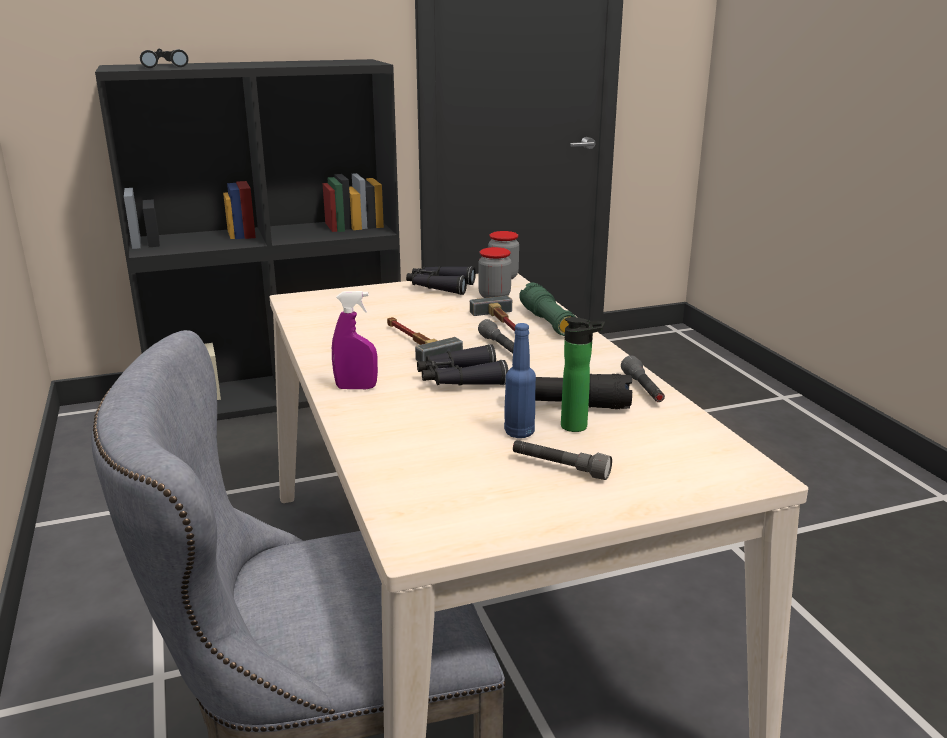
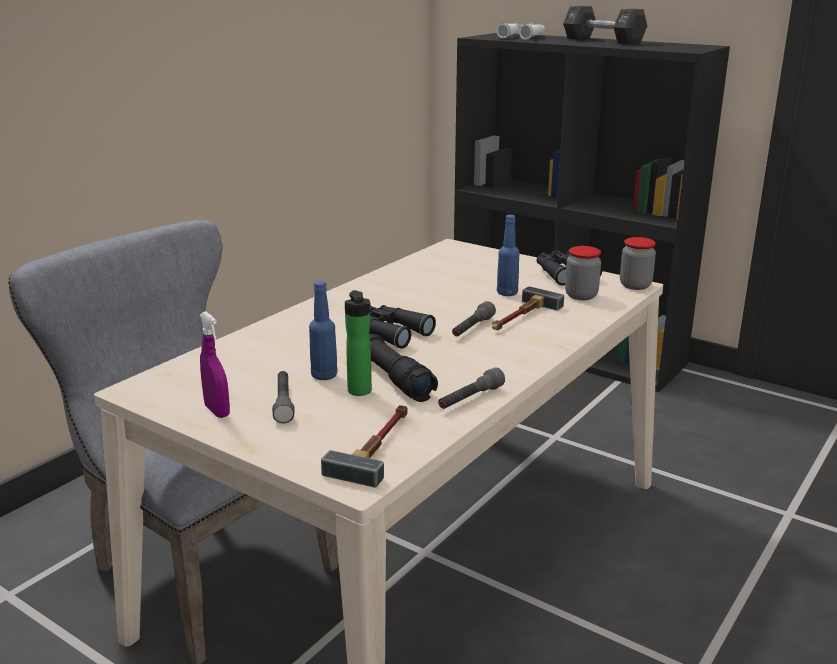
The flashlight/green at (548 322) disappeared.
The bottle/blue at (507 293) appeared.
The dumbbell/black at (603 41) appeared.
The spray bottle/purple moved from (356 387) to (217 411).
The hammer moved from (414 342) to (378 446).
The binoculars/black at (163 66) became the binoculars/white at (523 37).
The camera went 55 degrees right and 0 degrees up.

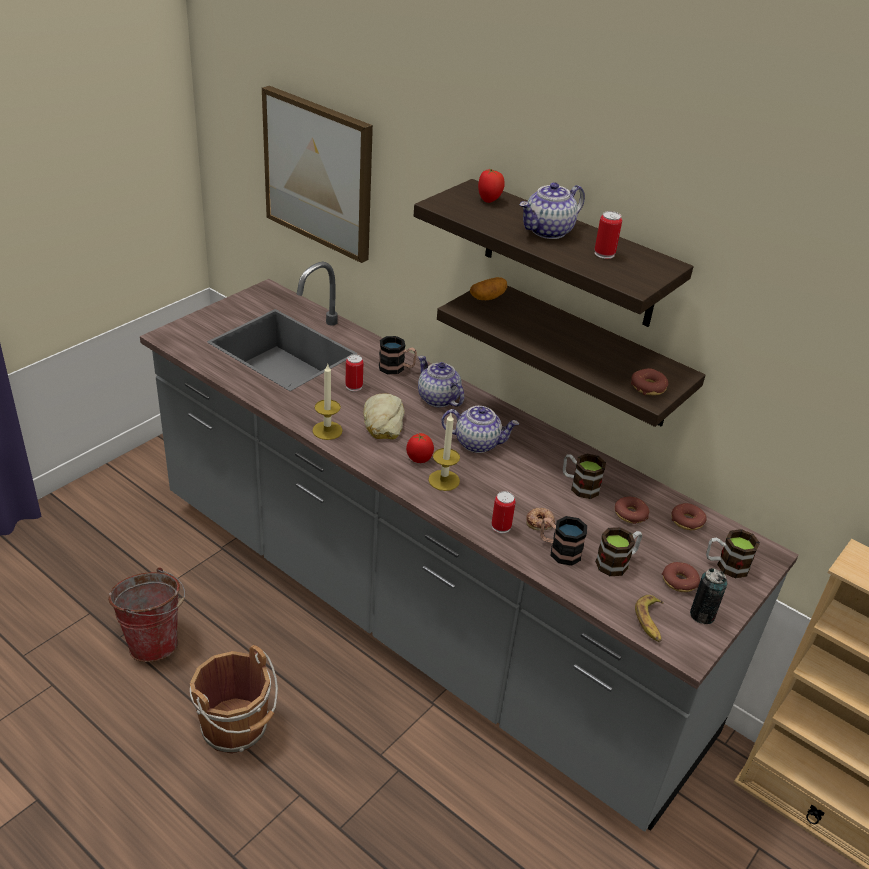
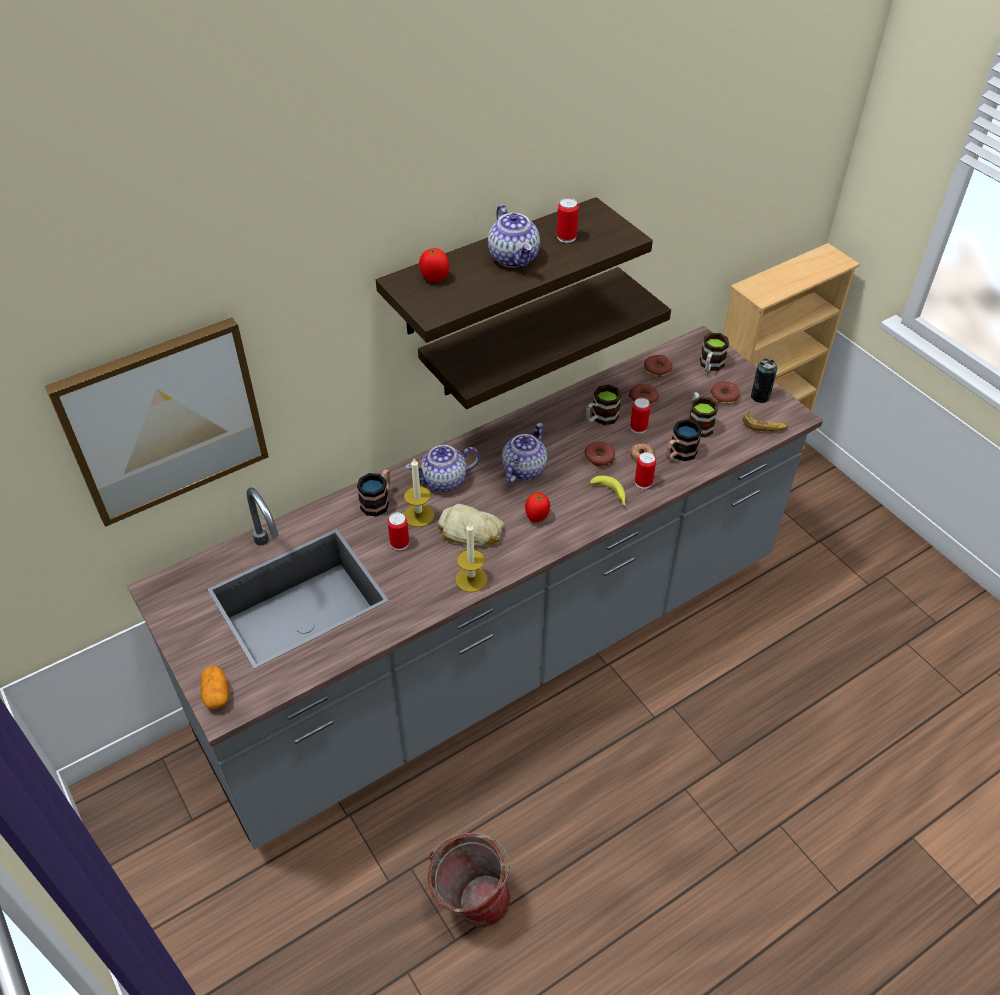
The bucket/brown at (237 728) disappeared.
The banana at (611 495) appeared.
The can at (638 428) appeared.
The candle moved from (444 480) to (419 515).
The potato moved from (487 298) to (217 694).
The donut moved from (648 387) to (599 458).
The camera went 70 degrees left and 10 degrees up.

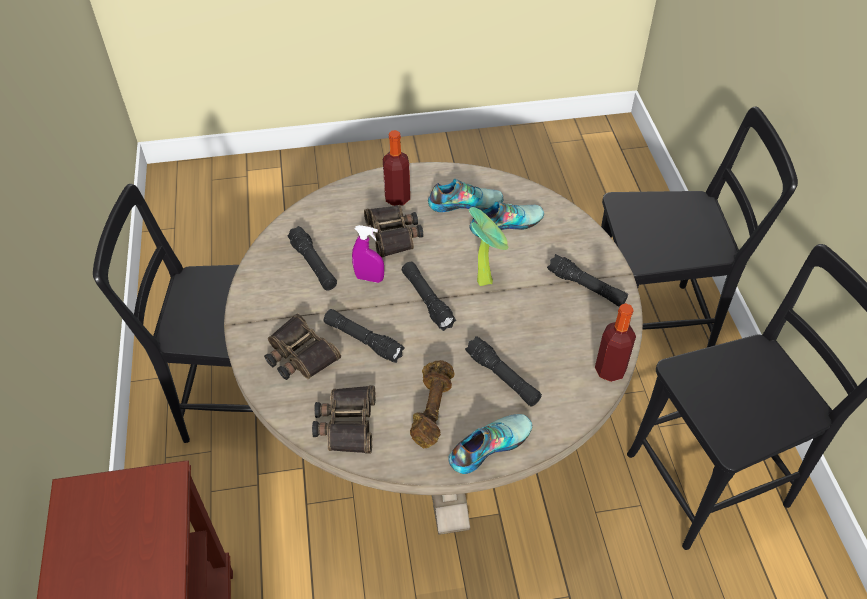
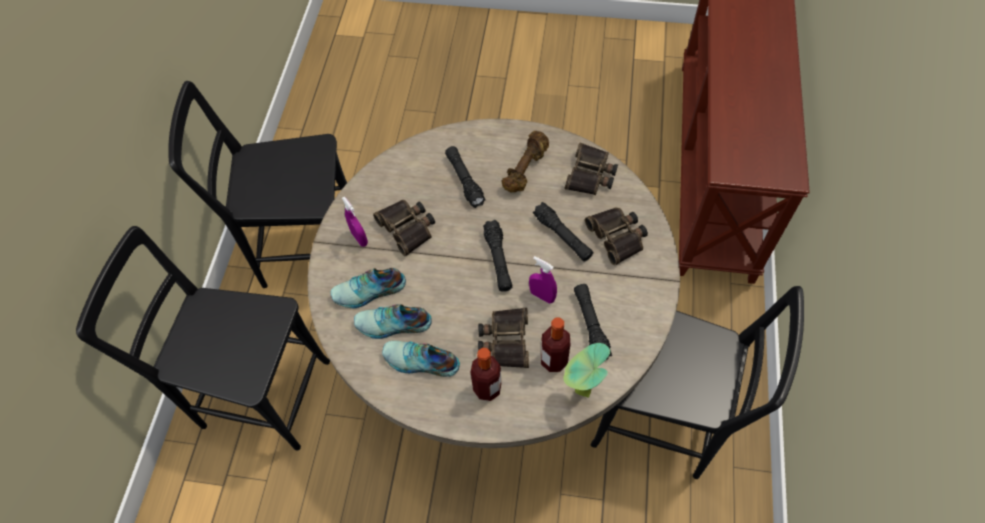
The binoculars at (408 228) appeared.
The shoe moved from (488 445) to (370 292).
The potted plant moved from (486 279) to (580 394).
The bottle moved from (610 370) to (553 360).
The flashlight/black at (586 287) was replaced by the spray bottle/purple at (359 238).
The camera went 160 degrees left and 10 degrees up.

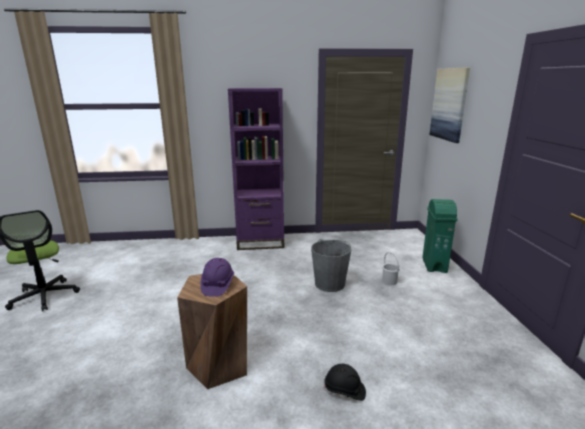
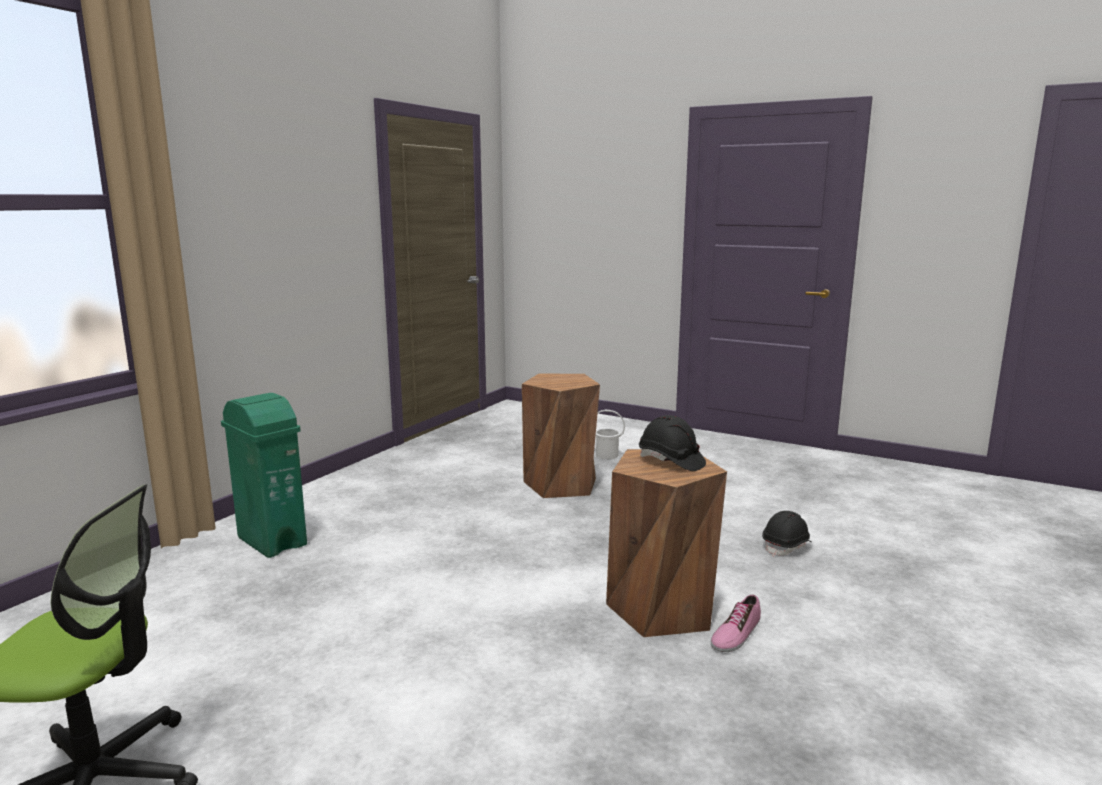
The bookcase/purple at (260 242) disappeared.
The picture at (449 104) disappeared.
The shoe at (735 633) appeared.
The trash can/green moved from (434 265) to (272 541).
The bucket/grey at (330 283) was replaced by the stool/brown at (561 484).
The hard hat/purple at (217 285) became the hard hat/black at (671 461).
The camera went 55 degrees left and 5 degrees down.

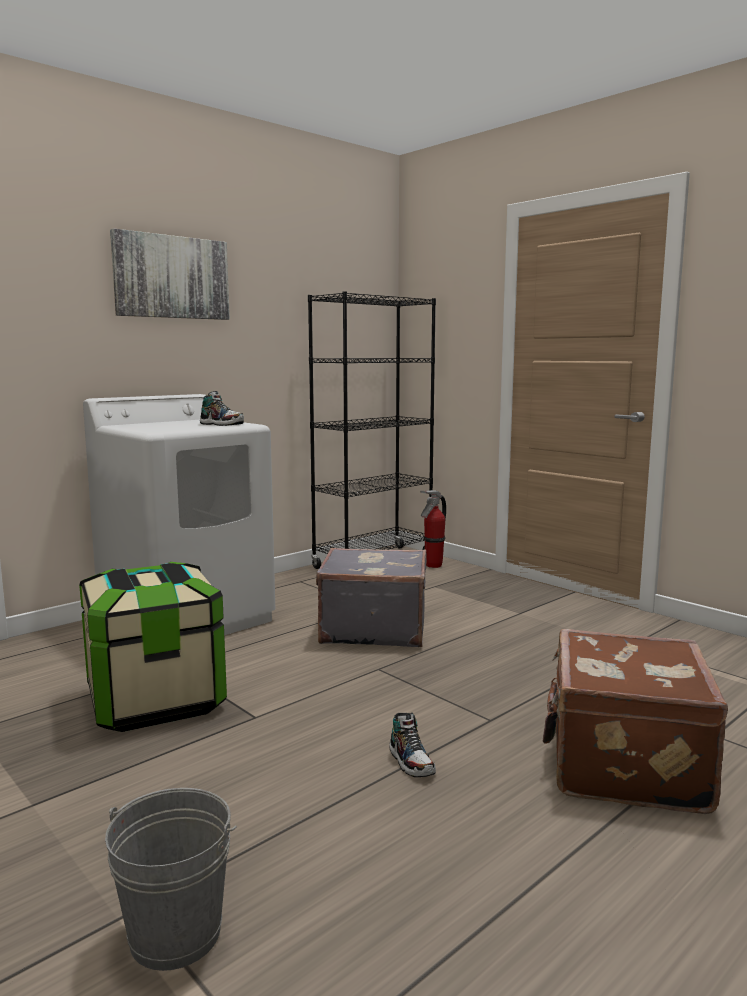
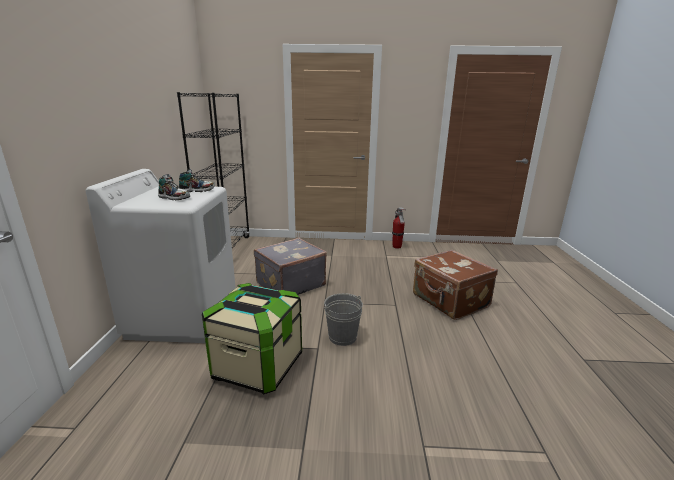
The picture at (171 277) disappeared.
The bucket/grey moved from (176 934) to (342 337).
The shoe moved from (411 762) to (174 198).
The fire extinguisher moved from (433 565) to (397 247).
The camera went 45 degrees left and 10 degrees up.

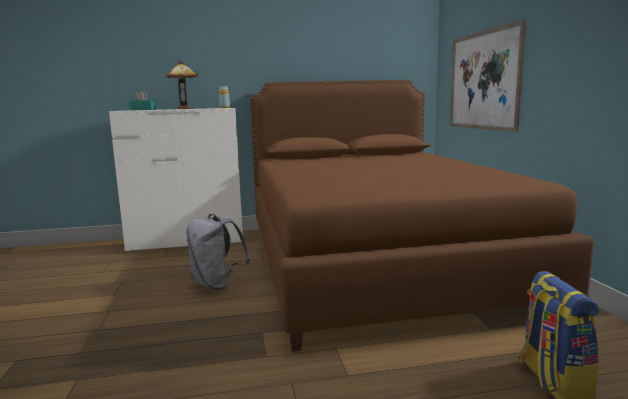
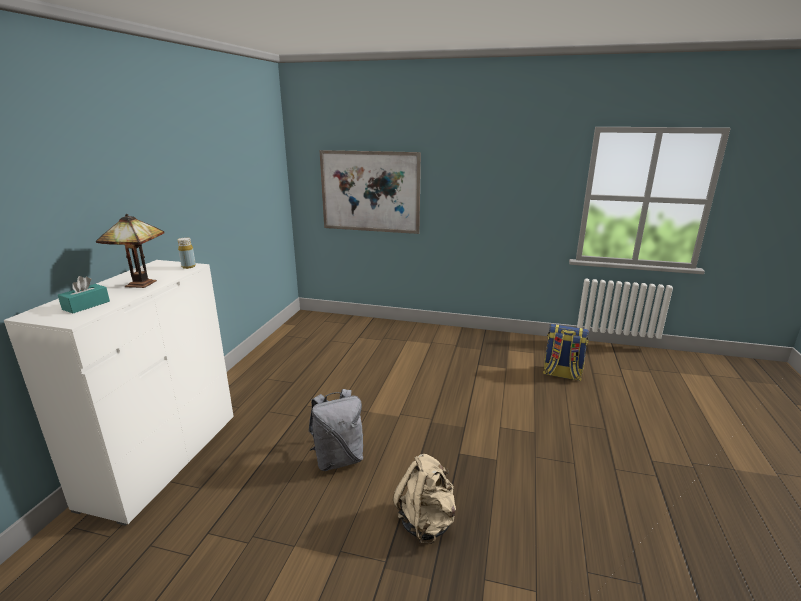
The bed/brown at (375 262) disappeared.
The backpack/beige at (426 522) appeared.
The camera went 65 degrees left and 10 degrees up.

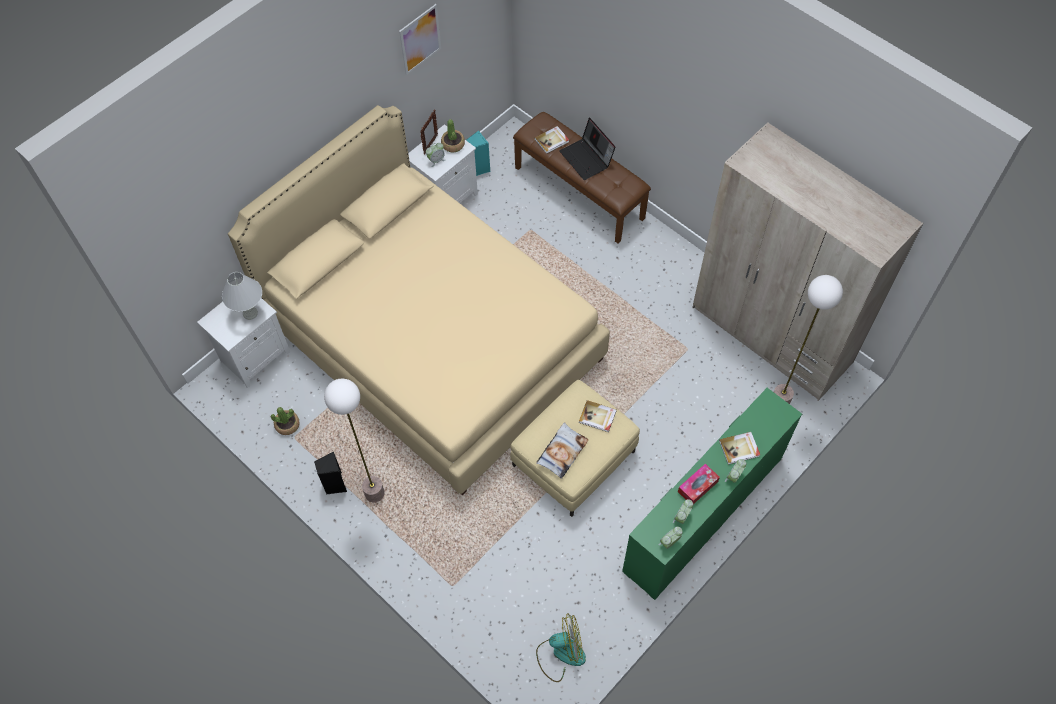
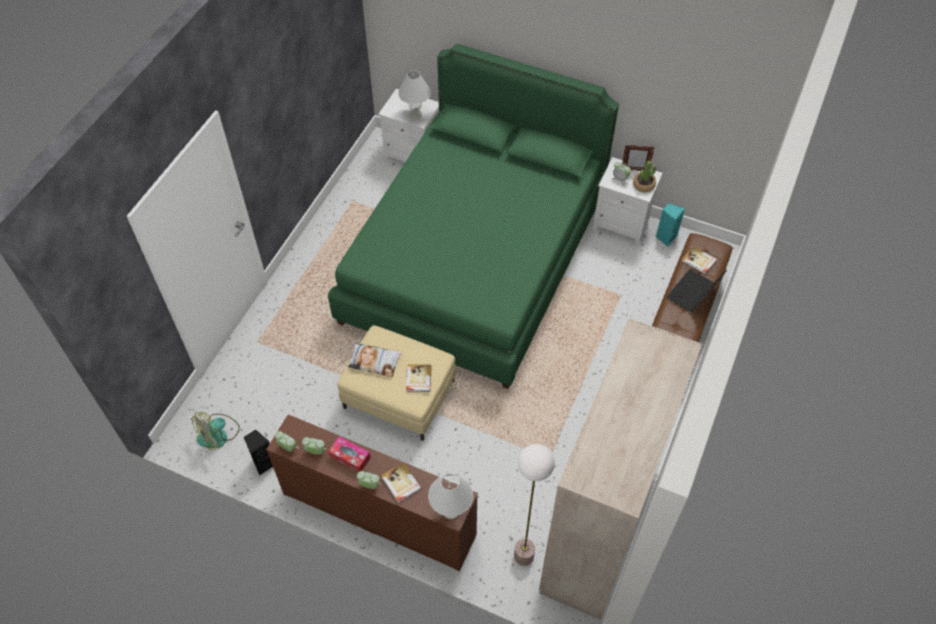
The potted plant at (287 425) disappeared.
The floor lamp at (374 493) disappeared.
The picture at (420 39) disappeared.
The table lamp/white at (450 511) appeared.
The speaker/black moved from (334 485) to (264 462).
The bed/beige at (433 341) became the bed/green at (474 260).
The dresser/green at (703 514) became the dresser/brown at (378 513).
The fan at (561 653) turned 75 degrees clockwise.
The camera went 70 degrees right and 5 degrees down.

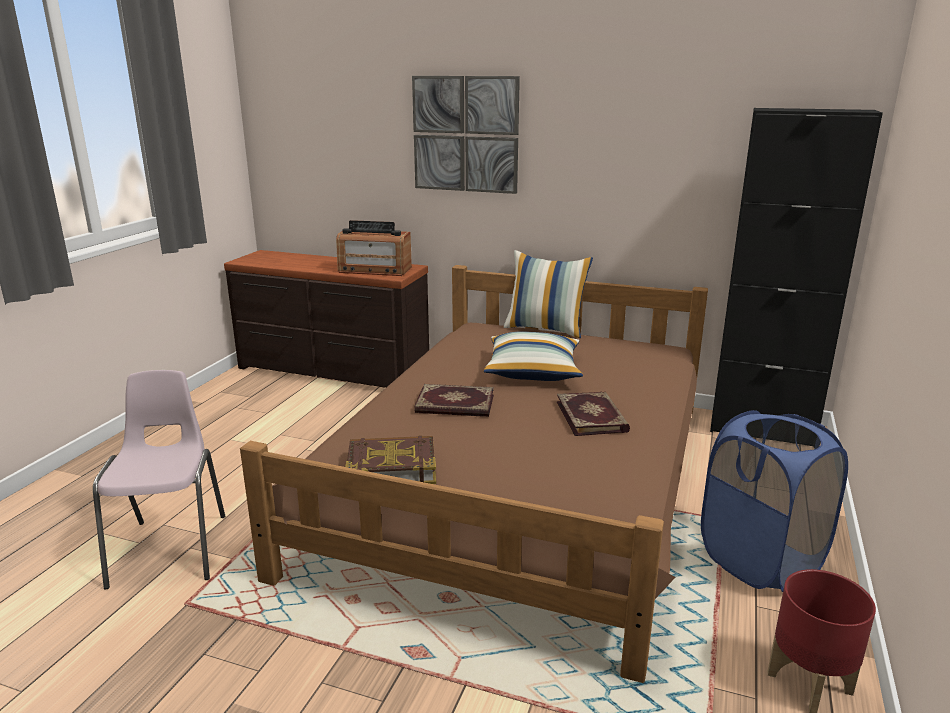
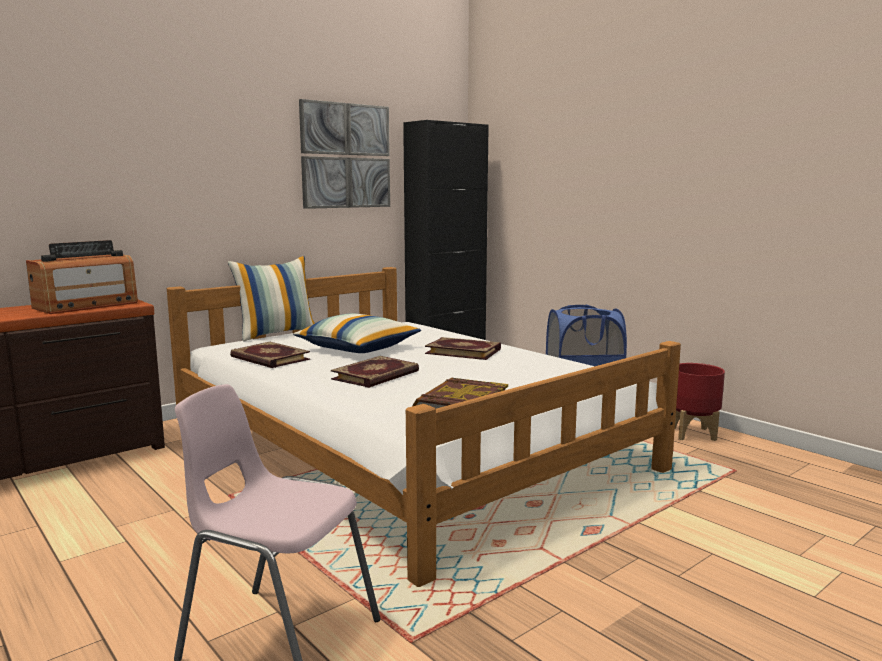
The book at (269 358) appeared.
The picture moved from (465 134) to (345 156).
The bed/brown at (519 480) became the bed/white at (403 443).
The camera went 60 degrees left and 10 degrees down.

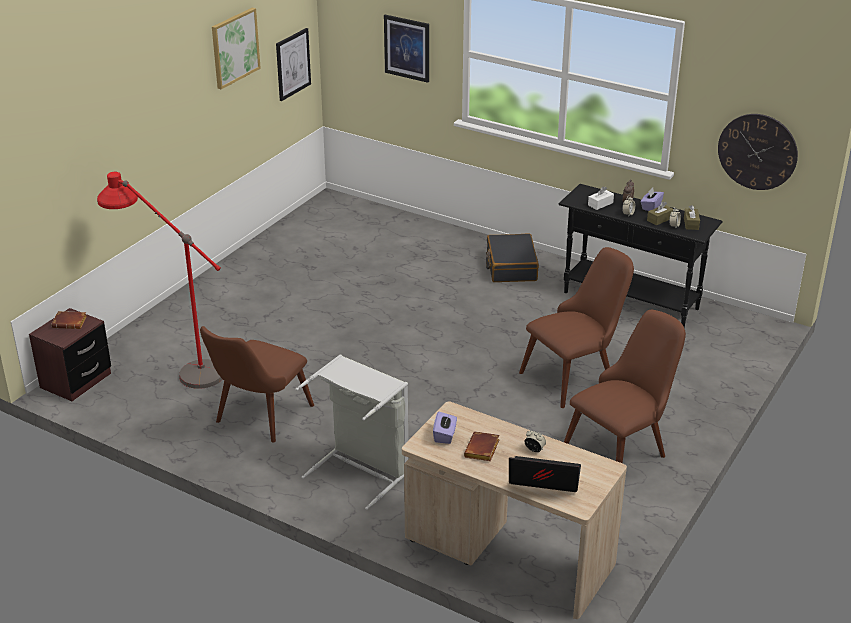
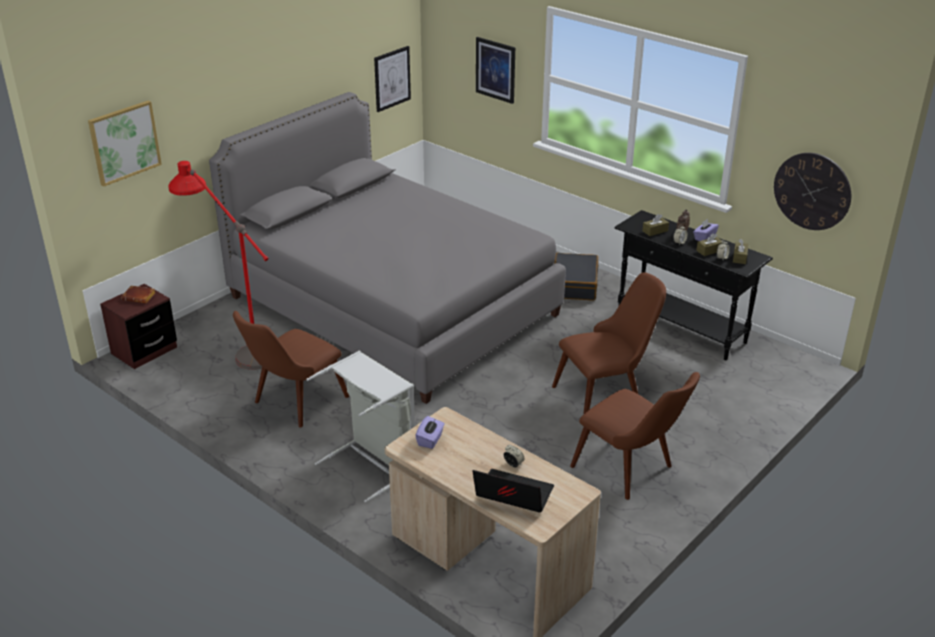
The book/brown at (482 450) disappeared.
The bed/grey at (393 306) appeared.
The picture moved from (234 47) to (124 142).
The tissue box/white at (600 204) became the tissue box/brown at (655 231).
The chair/brown at (622 448) turned 75 degrees clockwise.
The camera went 10 degrees right and 0 degrees up.

